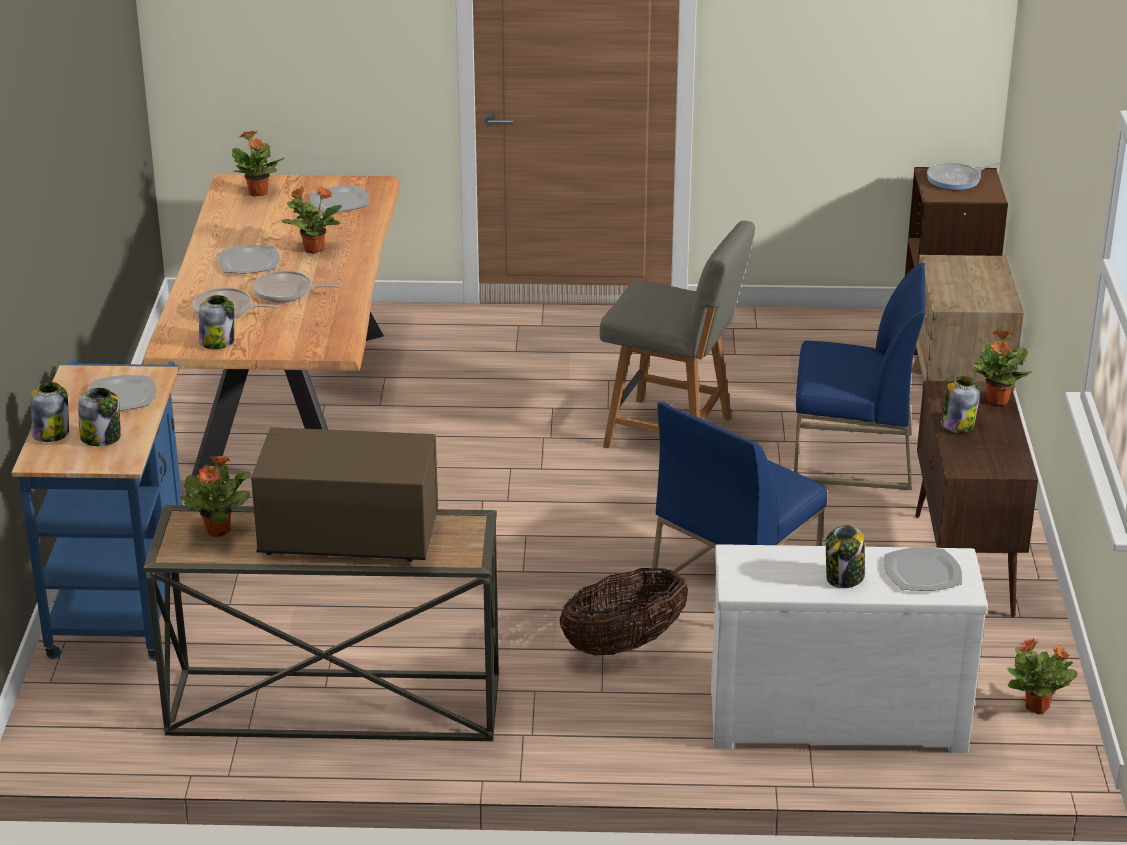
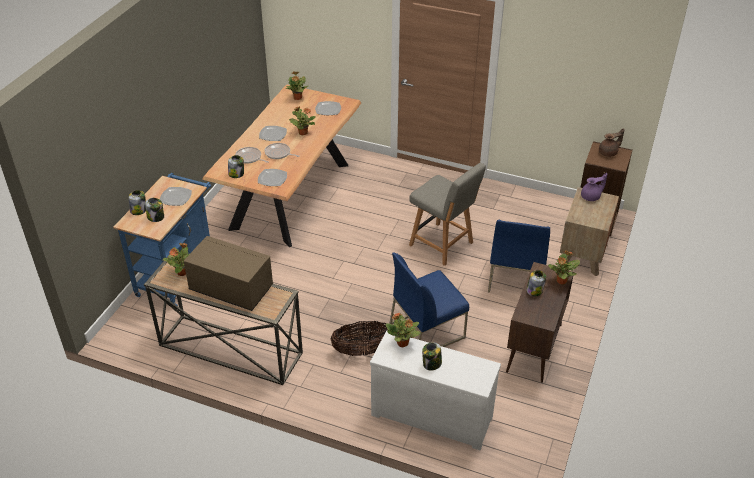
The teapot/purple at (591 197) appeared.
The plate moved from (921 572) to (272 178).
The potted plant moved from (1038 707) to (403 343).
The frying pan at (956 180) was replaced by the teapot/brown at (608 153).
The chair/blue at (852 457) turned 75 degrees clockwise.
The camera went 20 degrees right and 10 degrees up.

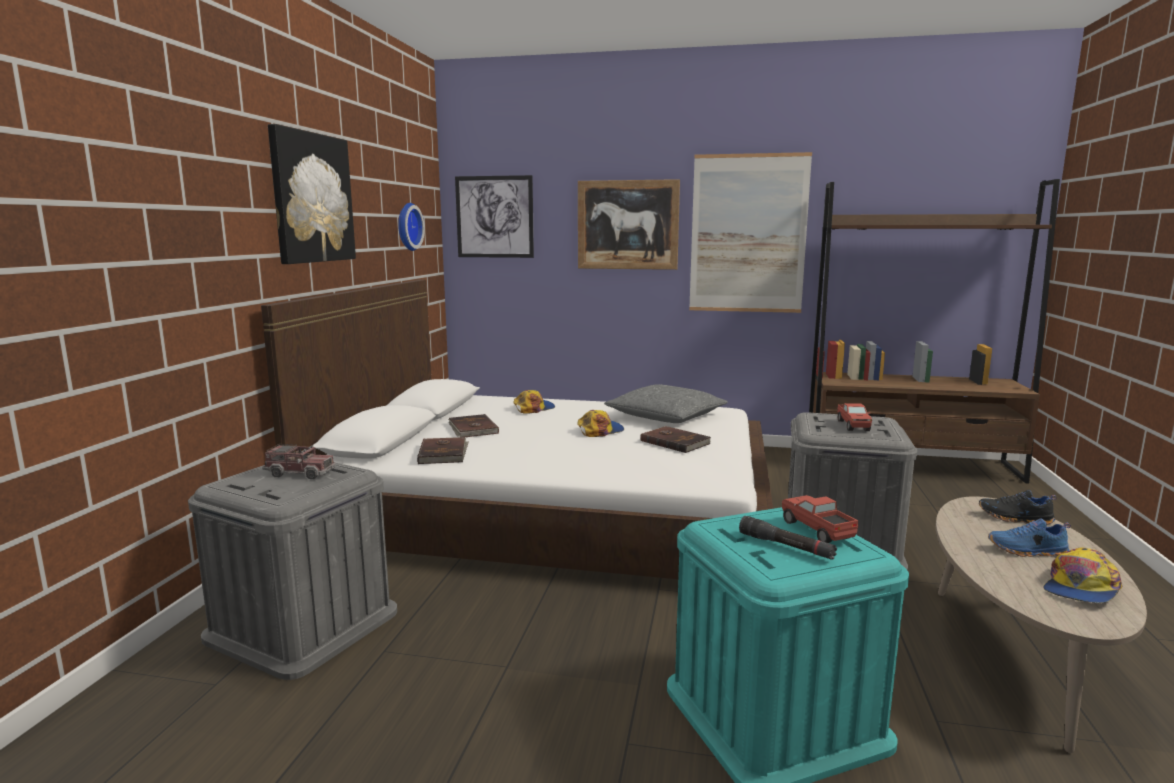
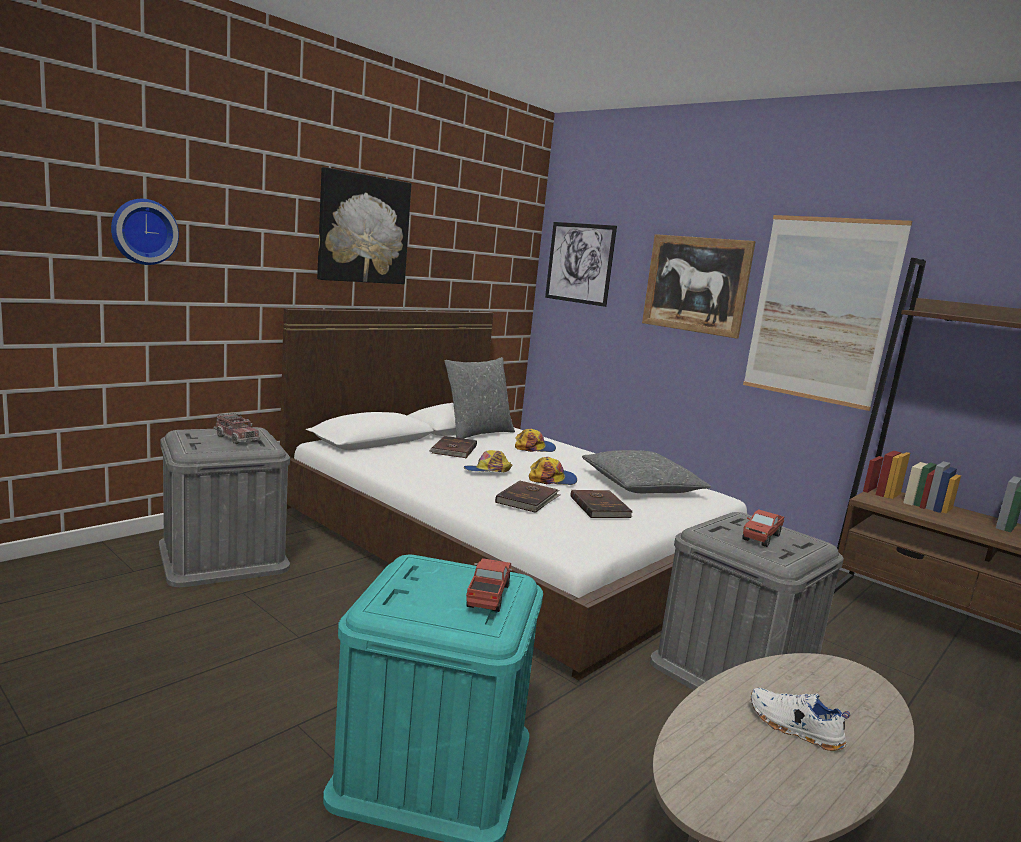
The flashlight/black at (786 546) disappeared.
The shoe/black at (1015 518) disappeared.
The pillow/grey at (477 433) appeared.
The wall clock moved from (407 227) to (143 231).
The book/brown moved from (443 453) to (528 499).
The cap moved from (1080 588) to (487 471).
The shoe/blue at (1027 551) became the shoe/white at (793 728).
The camera went 30 degrees right and 0 degrees up.

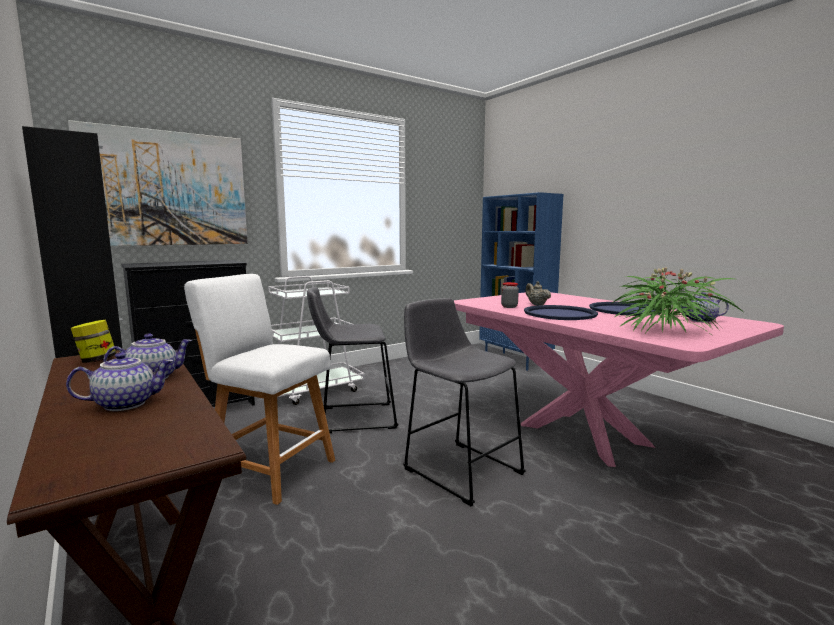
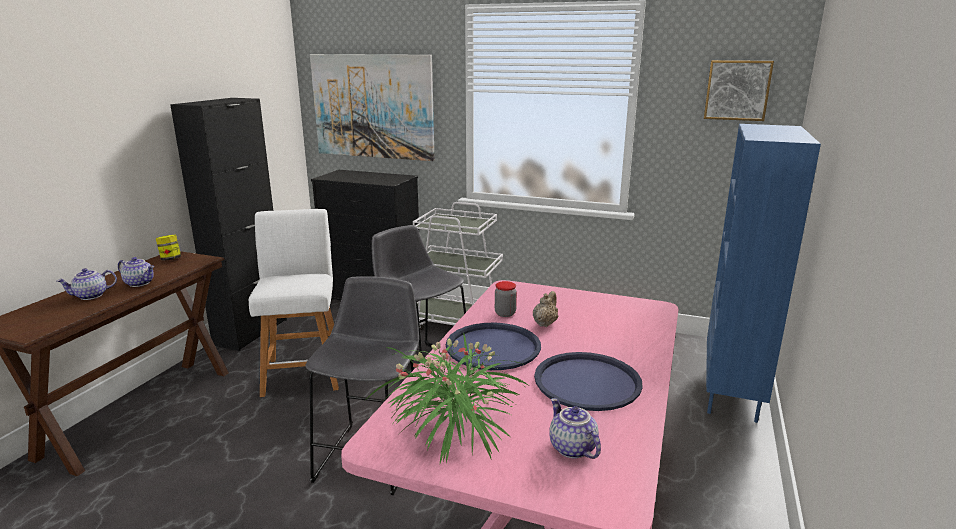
The picture at (737 90) appeared.
The teapot at (126 404) turned 120 degrees clockwise.
The camera went 55 degrees right and 10 degrees up.

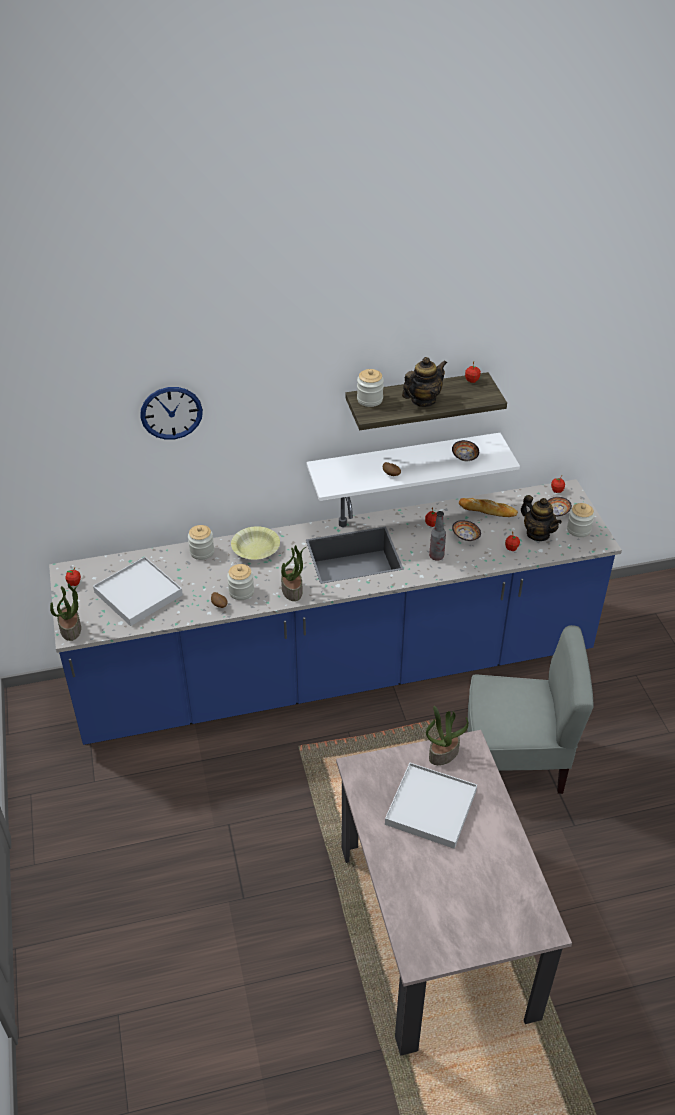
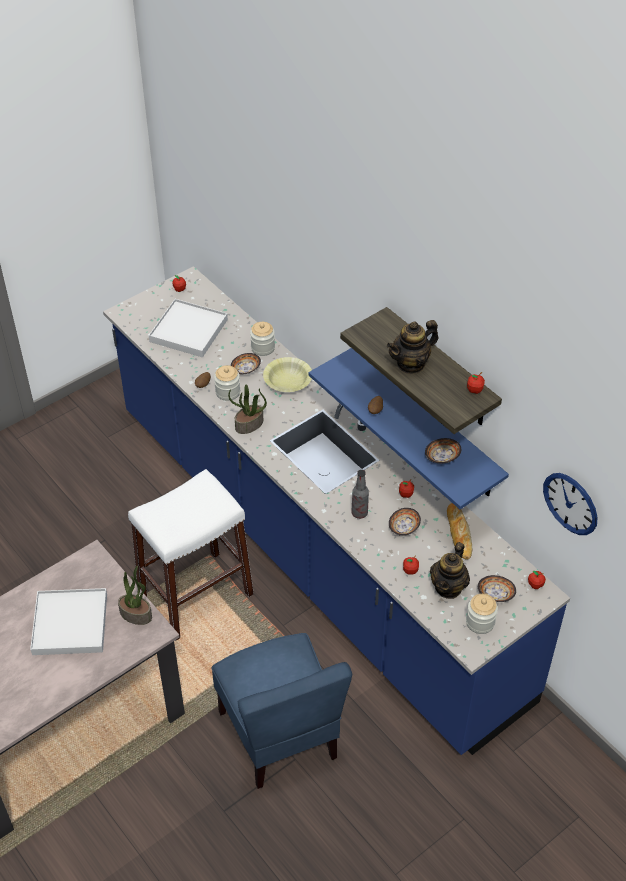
The potted plant at (71 629) disappeared.
The jar at (370 399) disappeared.
The stool/white at (196 595) appeared.
The bowl at (246 370) appeared.
The wall clock moved from (171 412) to (570 503).
The shelf/white at (403 464) became the shelf/blue at (427 423).
The chair/grey at (515 760) became the chair/blue at (280 734).
The teapot at (423 400) turned 120 degrees clockwise.
The camera went 65 degrees right and 5 degrees up.

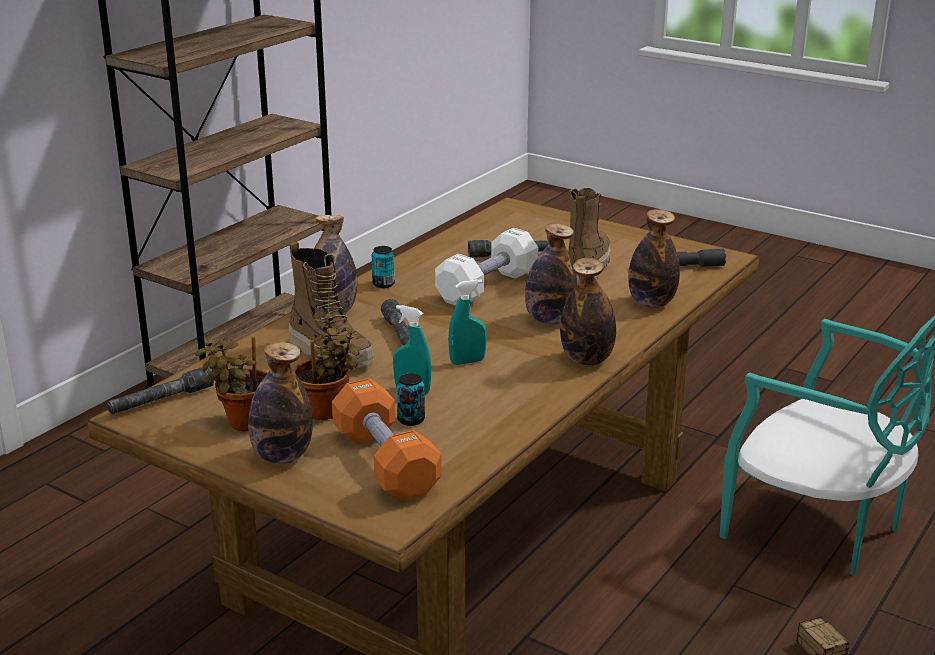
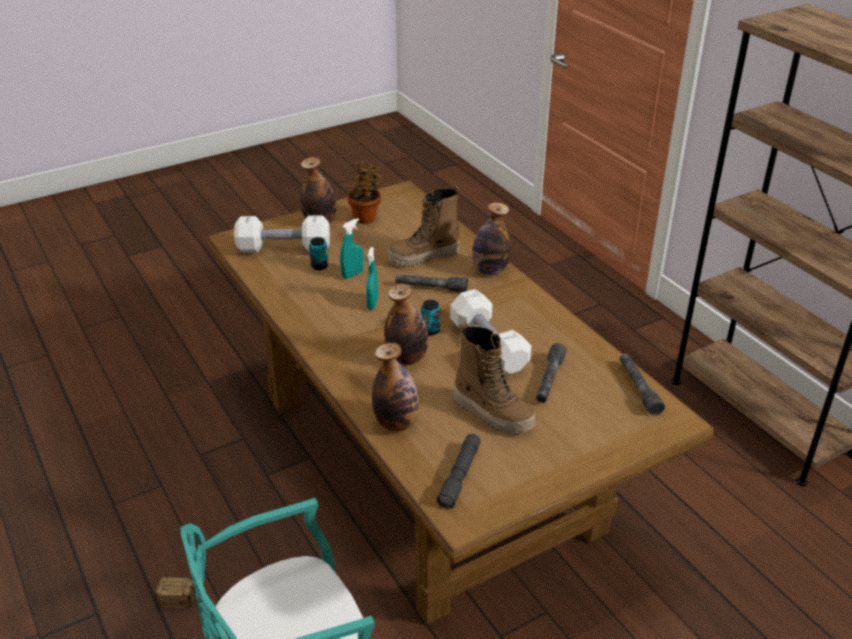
The potted plant at (327 410) disappeared.
The bottle at (587 360) disappeared.
The flashlight/grey moved from (161 401) to (638 388).
The can moved from (383 284) to (430 330).
The dumbbell/orange at (385 462) became the dumbbell/white at (284 248).
The camera went 115 degrees right and 10 degrees up.

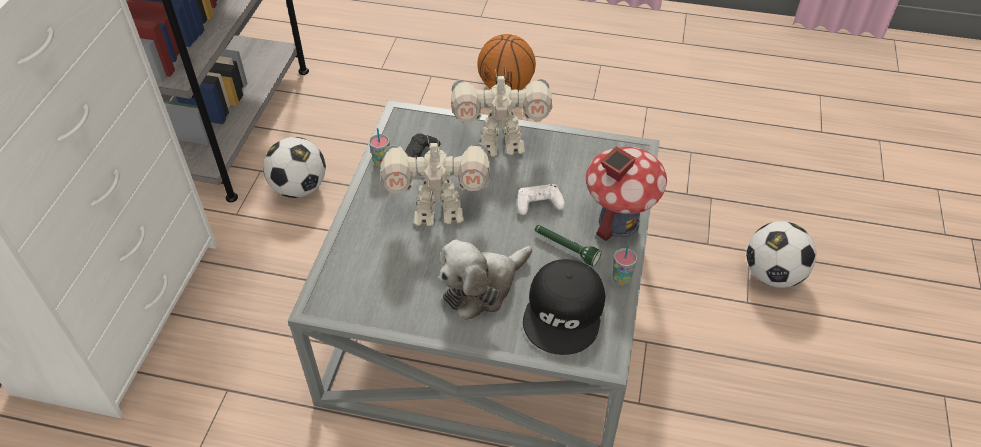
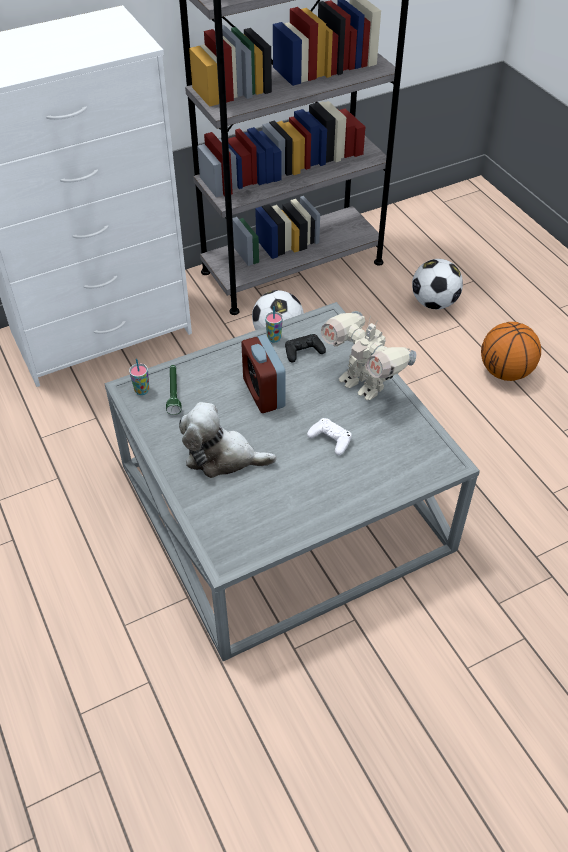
The cap/black at (565 312) disappeared.
The toy house at (618 222) disappeared.
The flashlight/green moved from (565 248) to (174 393).
The cup moved from (621 279) to (142 390).
The football moved from (773 274) to (434 303).
The toy robot at (438 212) was replaced by the alarm clock at (264 393).
The camera went 50 degrees right and 0 degrees up.

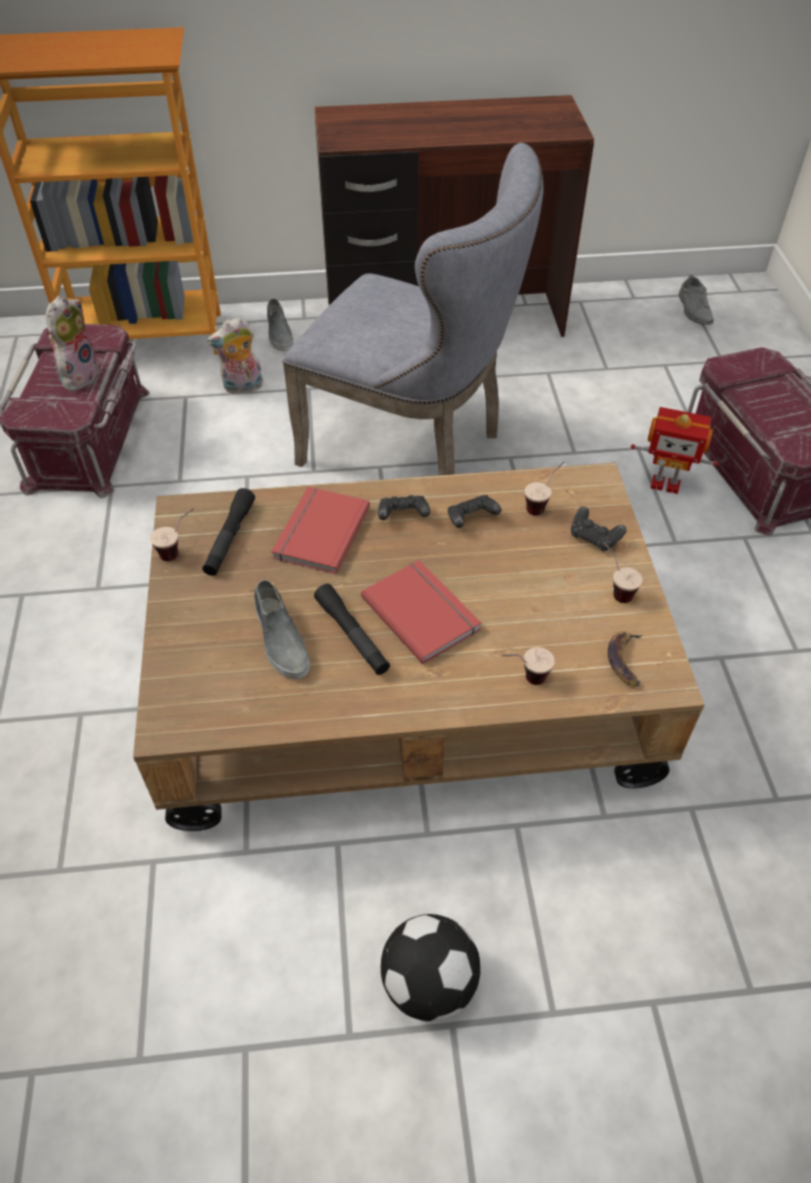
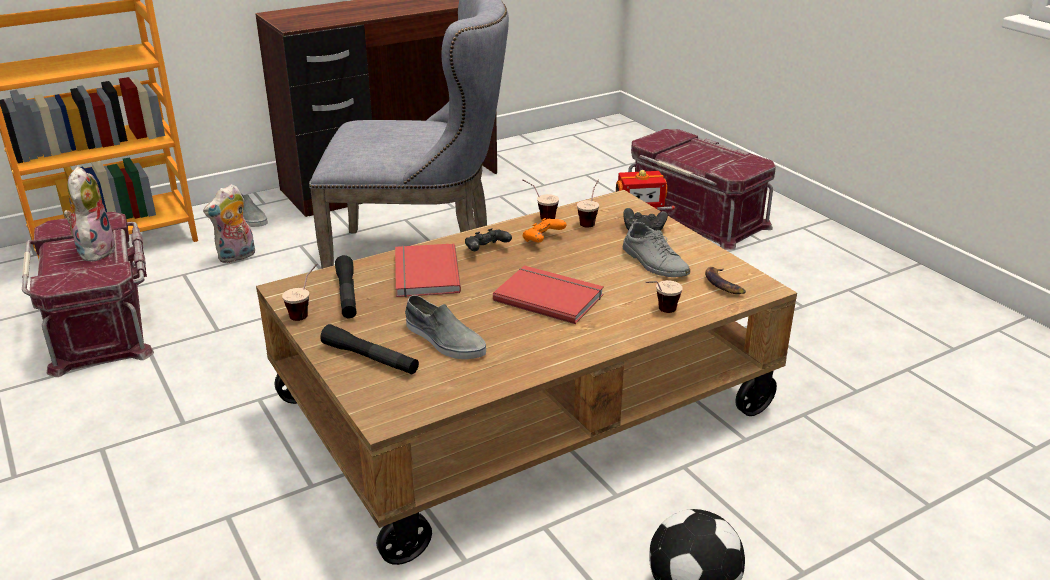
The flashlight/black moved from (352 635) to (370 358).
The cup moved from (614 589) to (539 216).
The shoe/grey moved from (694 309) to (654 262).
The game controller/black at (471 519) became the game controller/orange at (543 240).
The camera went 25 degrees left and 20 degrees down.

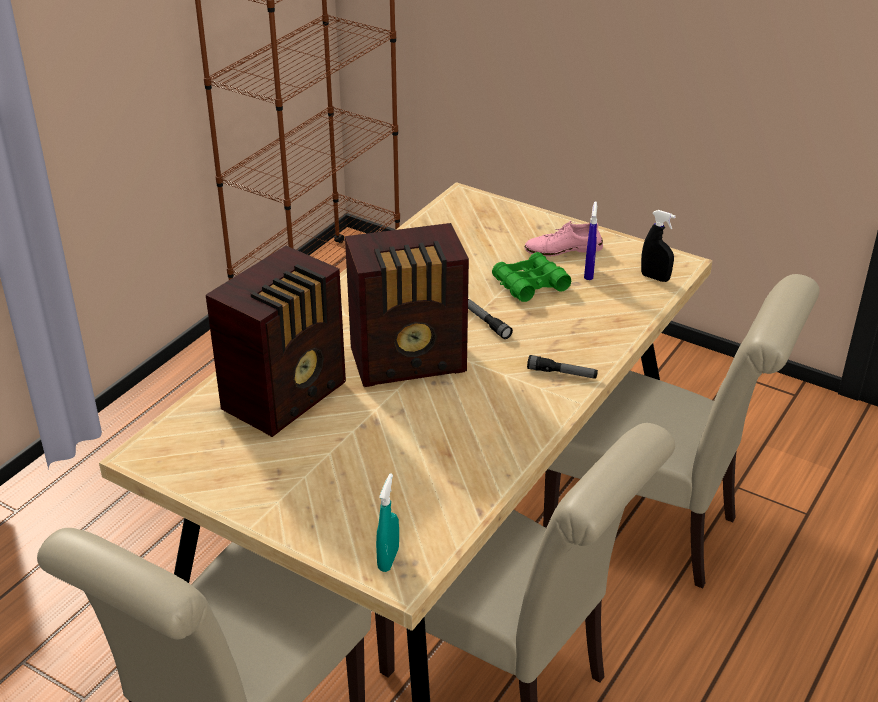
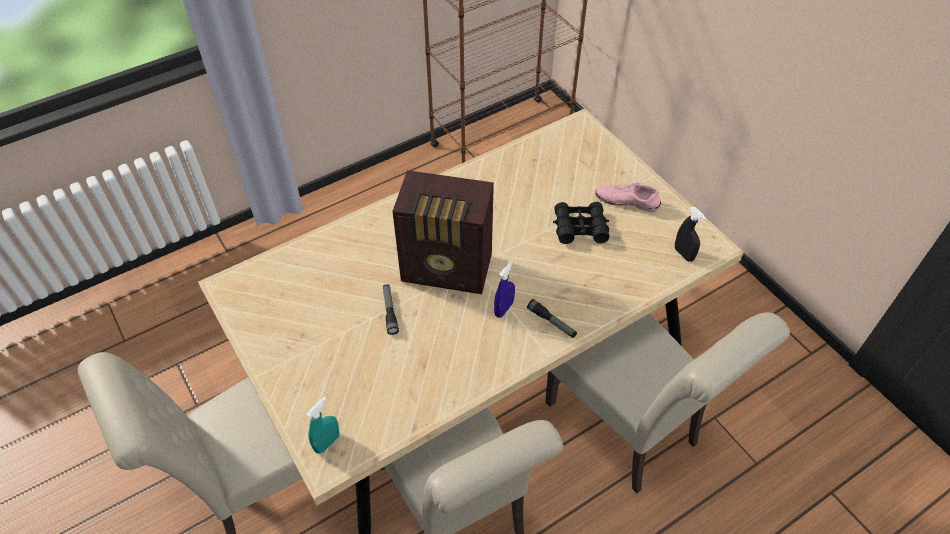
The radio at (288 396) disappeared.
The flashlight moved from (486 323) to (390 311).
The spray bottle/blue moved from (589 273) to (504 309).
The binoculars/green at (530 285) became the binoculars/black at (580 227).
The camera went 25 degrees right and 15 degrees up.

